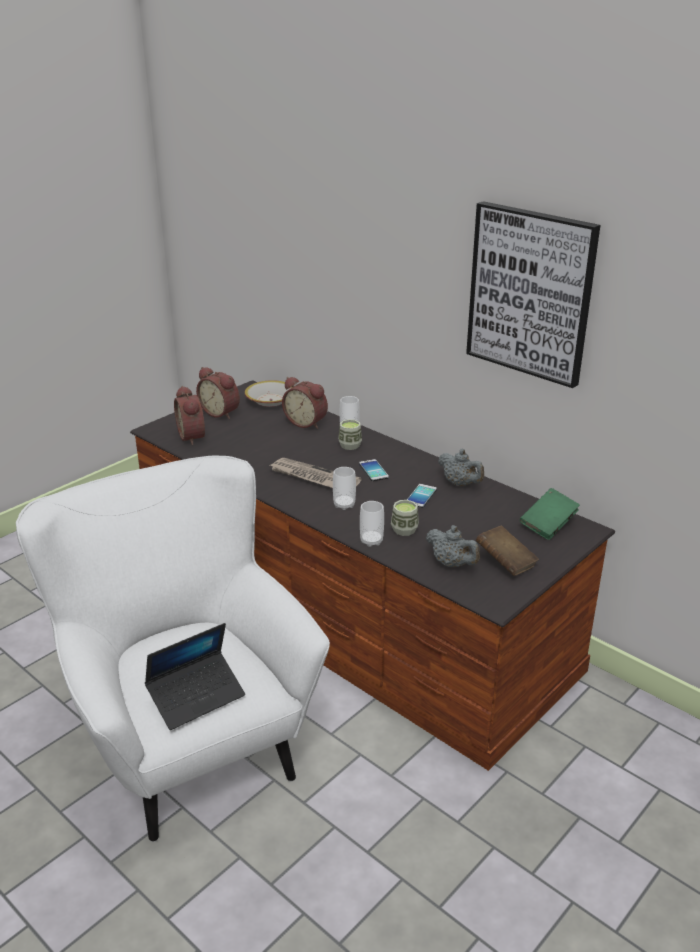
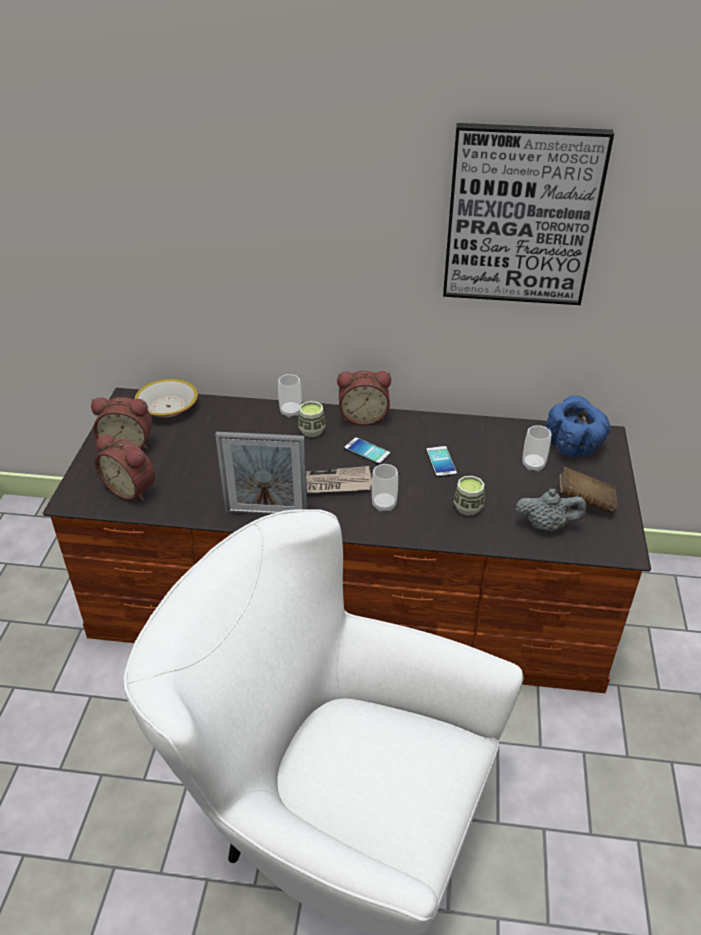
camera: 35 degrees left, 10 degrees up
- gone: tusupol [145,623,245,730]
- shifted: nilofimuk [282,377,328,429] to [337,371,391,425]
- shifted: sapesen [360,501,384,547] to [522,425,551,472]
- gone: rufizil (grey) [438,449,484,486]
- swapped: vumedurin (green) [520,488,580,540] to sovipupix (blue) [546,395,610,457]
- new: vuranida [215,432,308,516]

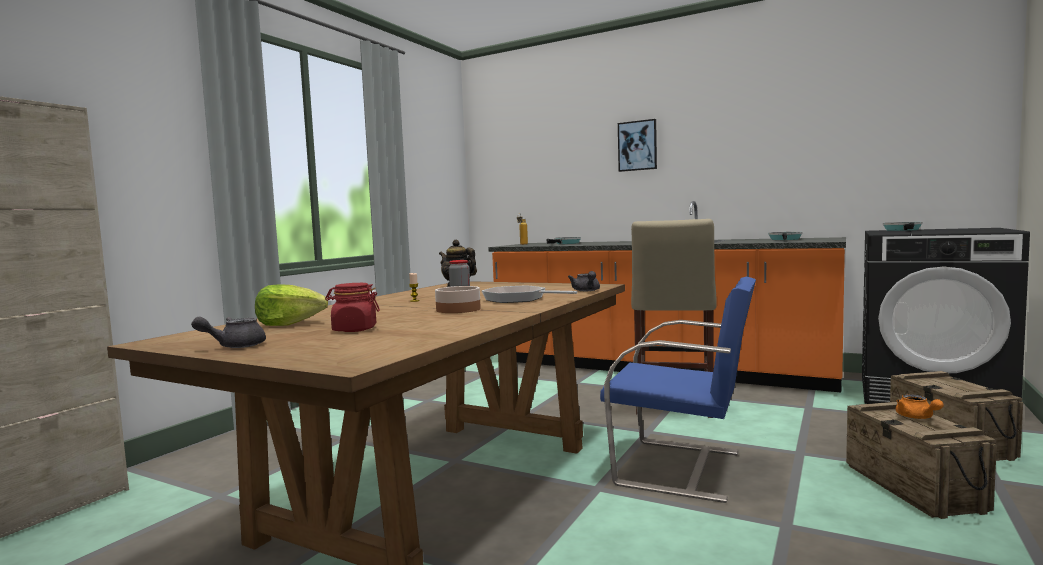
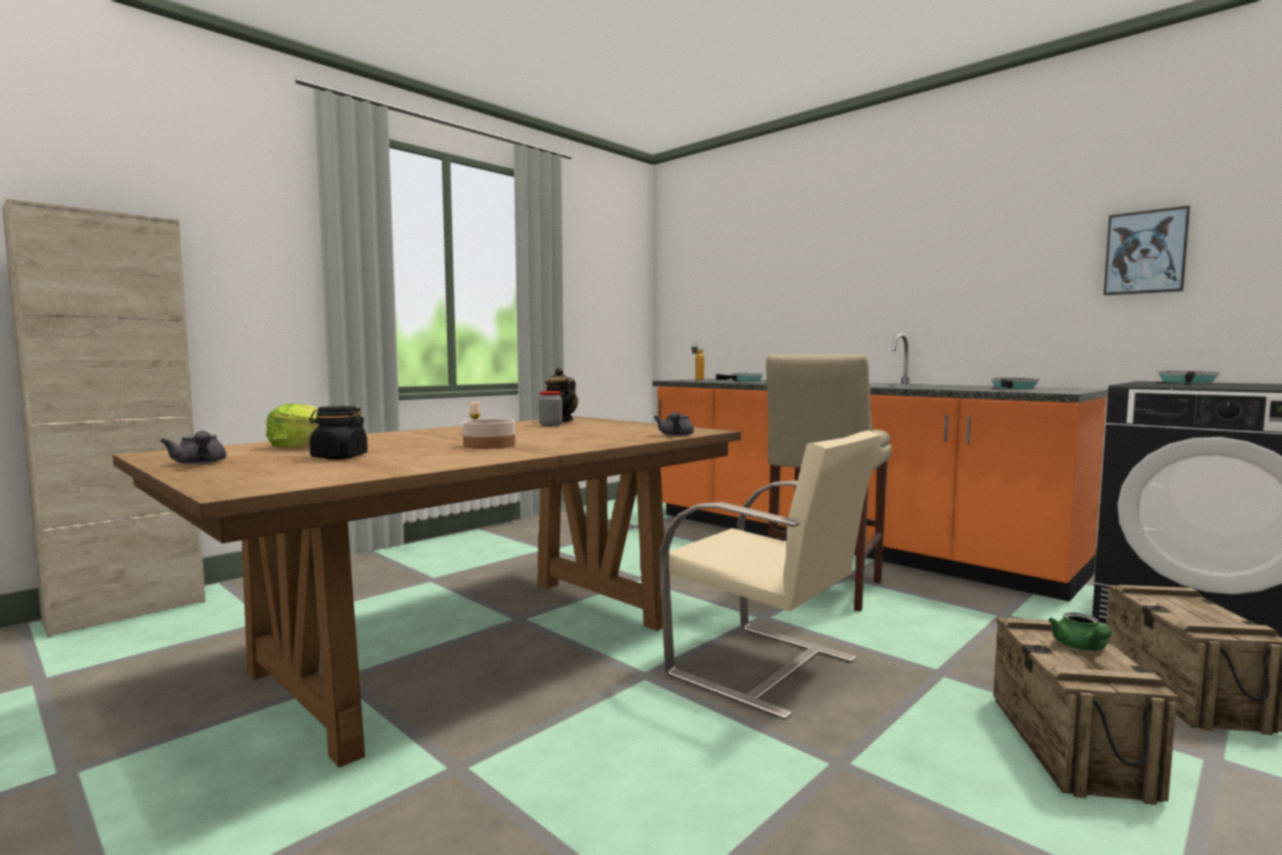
camera: 15 degrees right, 0 degrees up
- rotated: rufizil (grey) [191,317,266,348] = [160,431,226,464] 105 degrees counterclockwise
- repainted: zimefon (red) [325,283,380,332] to zimefon (black) [309,406,368,459]
- gone: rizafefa [482,285,577,303]
- repainted: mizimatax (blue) [600,277,756,503] to mizimatax (beige) [660,430,881,720]
- shifted: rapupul [618,119,657,172] to [1104,206,1190,295]
- repainted: rufizil (orange) [896,394,944,419] to rufizil (green) [1048,612,1112,650]

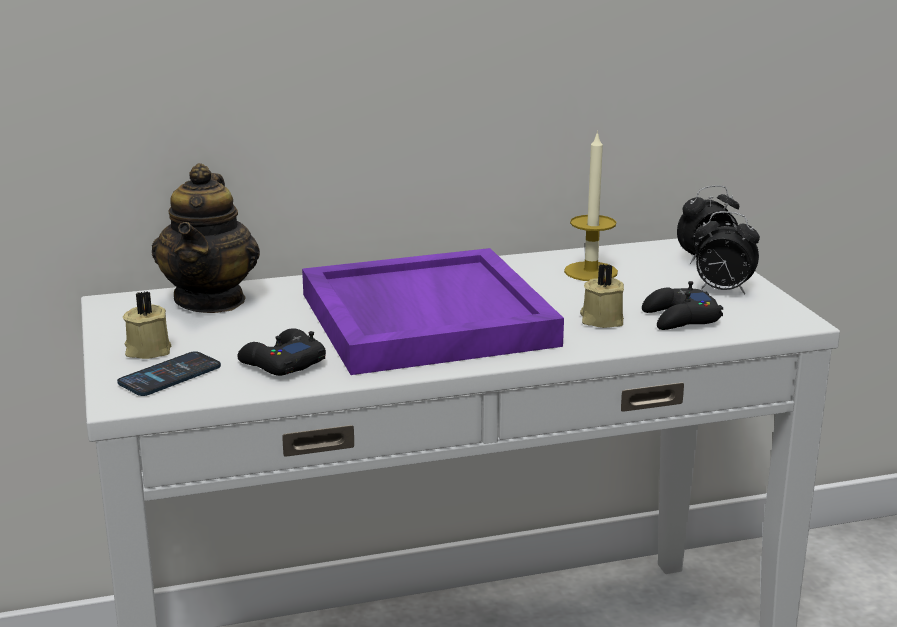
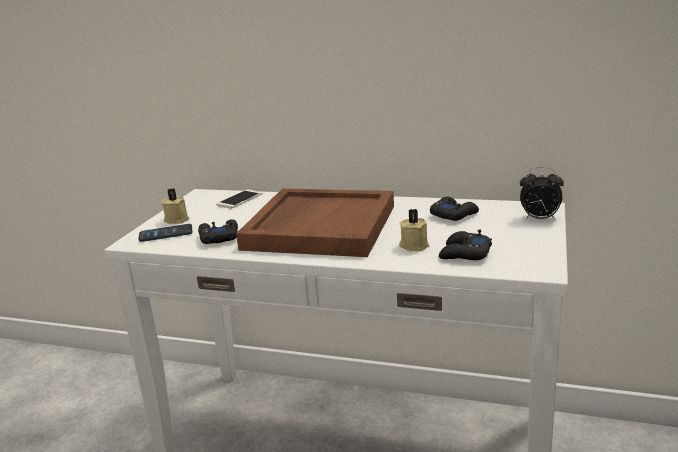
camera: 35 degrees right, 0 degrees up
- swapped: rufizil [152,163,260,313] to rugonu [216,189,263,208]
- repainted: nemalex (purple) [302,248,564,375] to nemalex (brown) [236,189,394,257]
- swapped: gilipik [564,131,618,281] to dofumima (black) [430,197,479,221]
- gone: nilofimuk [695,211,760,294]

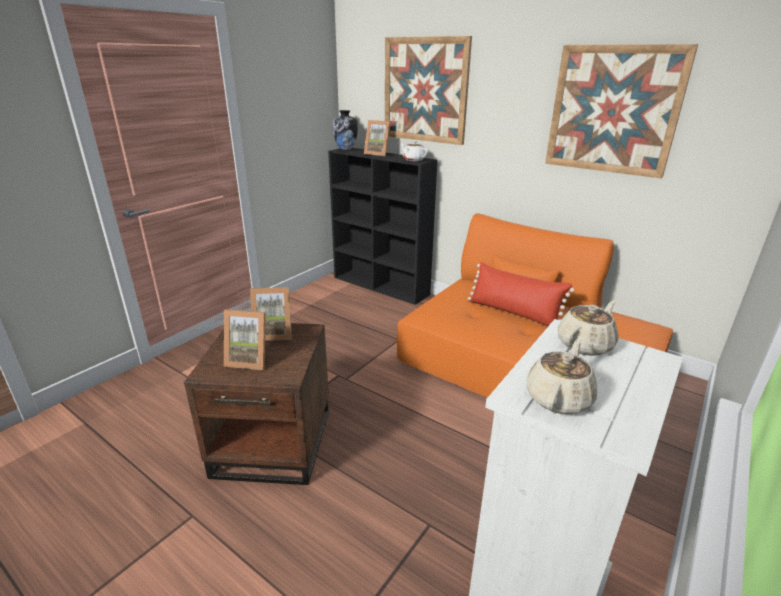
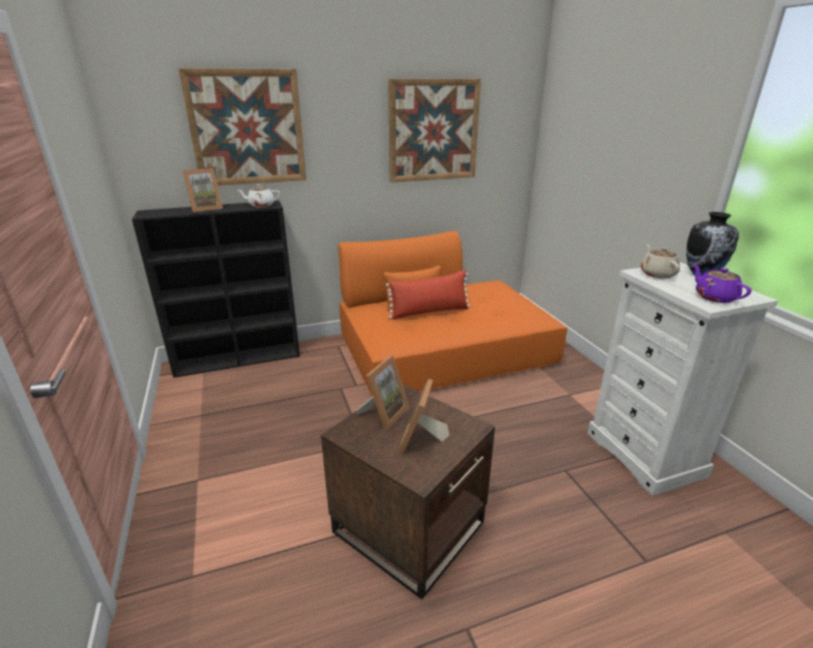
camera: 55 degrees left, 0 degrees up
- rotated: vuranida [224,309,266,370] = [398,378,449,455] 150 degrees clockwise
- shifted: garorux [333,110,358,150] to [686,212,739,276]
- repainted: rufizil (beige) [526,339,597,414] to rufizil (purple) [693,264,752,303]

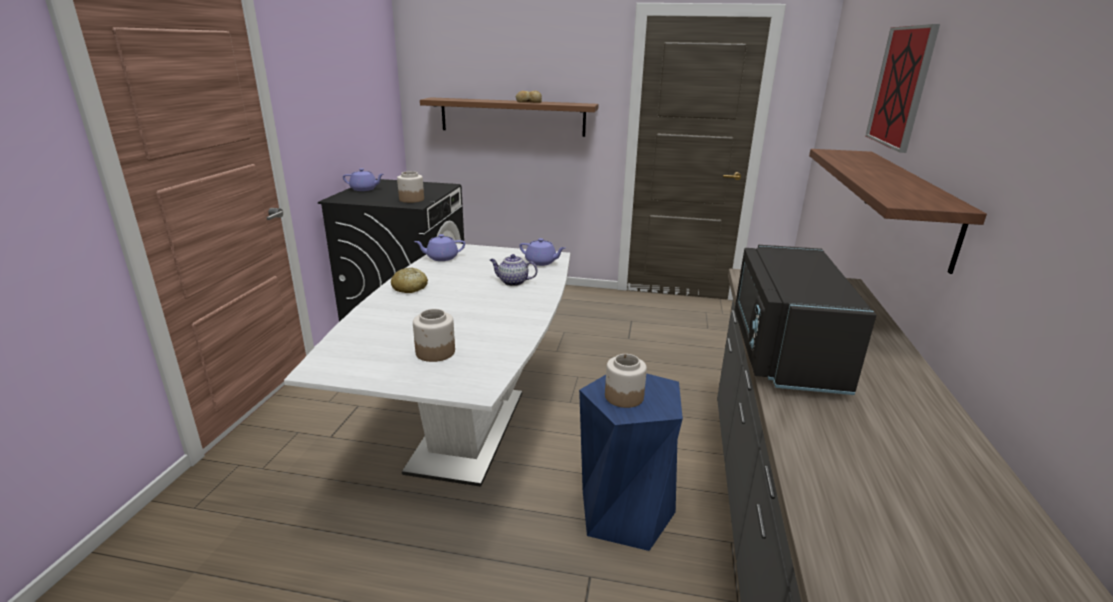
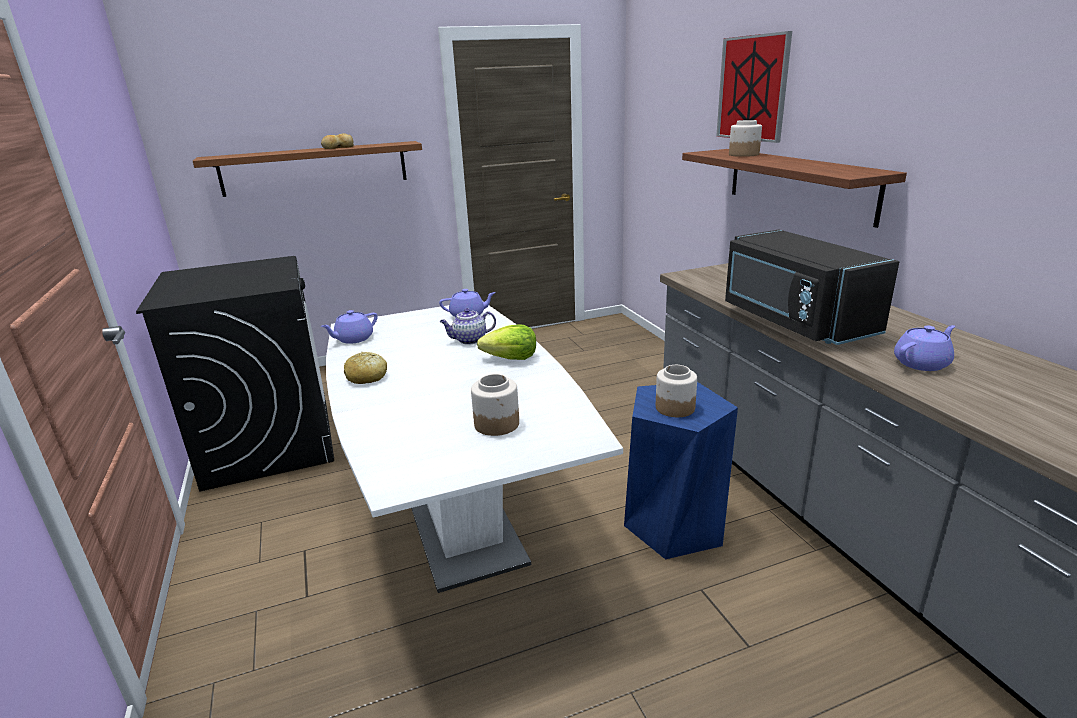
camera: 30 degrees left, 0 degrees up
- shifted: rufizil (purple) [343,168,383,191] to [894,325,955,371]
- shifted: zimefon [397,171,424,203] to [729,120,762,157]
- new: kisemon [477,324,536,360]

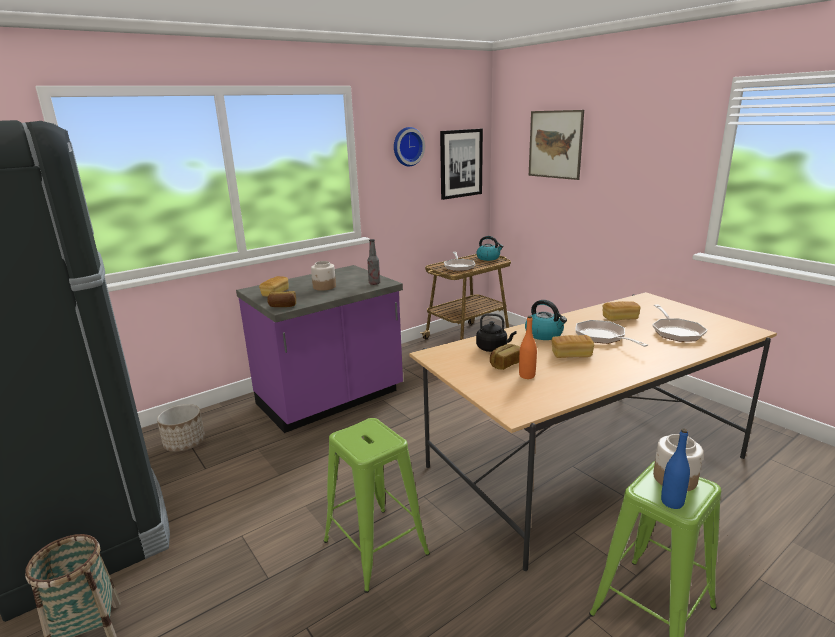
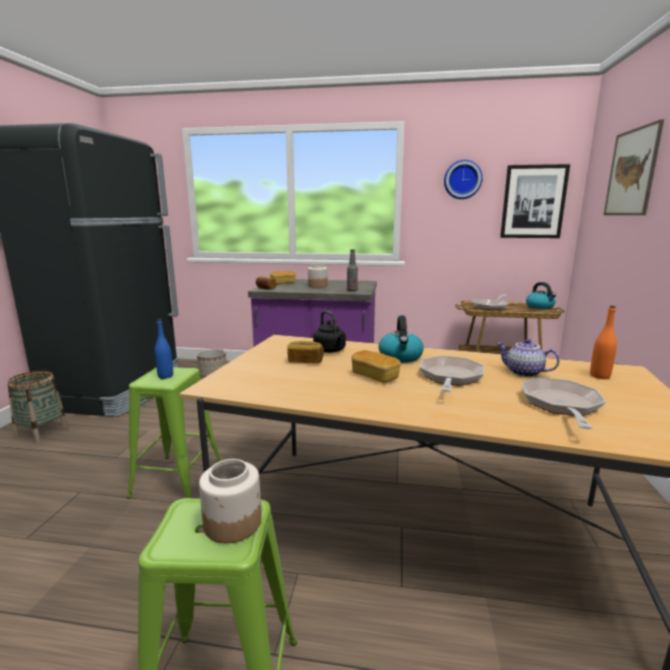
camera: 45 degrees right, 5 degrees down
- shifted: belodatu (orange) [519,316,537,379] to [590,306,617,379]
- swapped: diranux [603,301,640,321] to rufizil [496,339,560,377]
- rotated: rizafefa [652,304,708,342] = [522,378,606,429] 150 degrees clockwise
- shifted: belodatu (blue) [661,428,690,509] to [155,319,173,379]

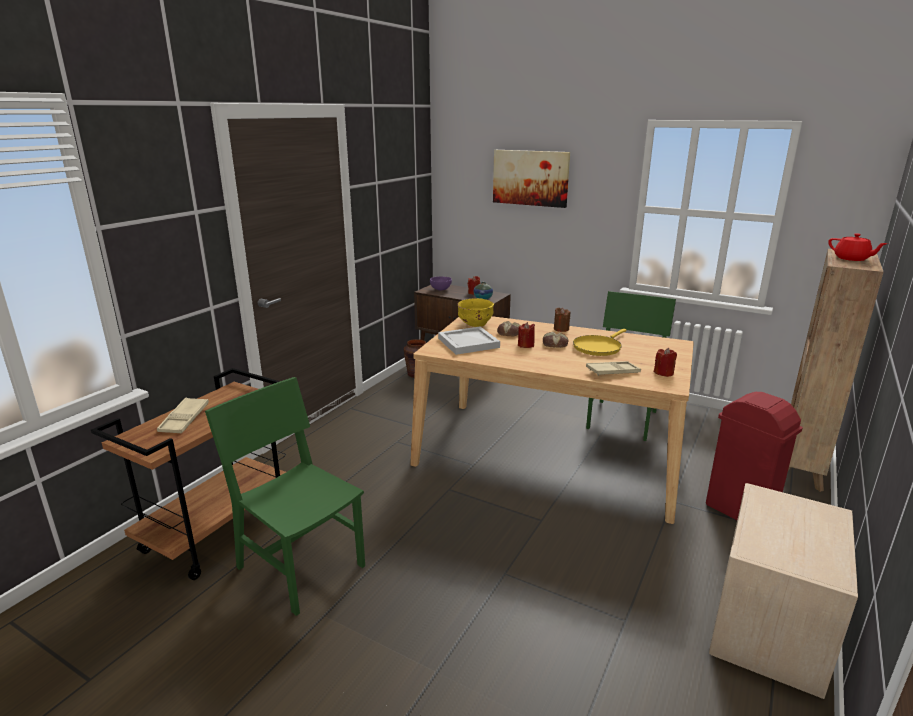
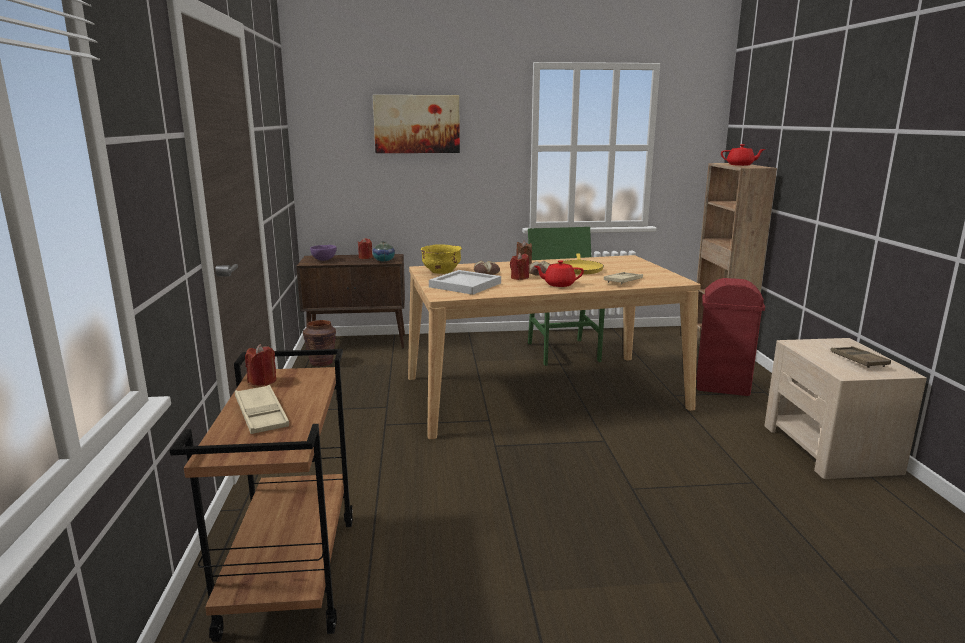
camera: 35 degrees left, 5 degrees down
- gone: mizimatax (green) [205,377,365,616]
- shifted: gilipik (red) [654,348,677,377] to [245,344,276,386]
- new: rufizil (red) [534,260,584,287]
- new: nemalex (brown) [831,346,891,368]

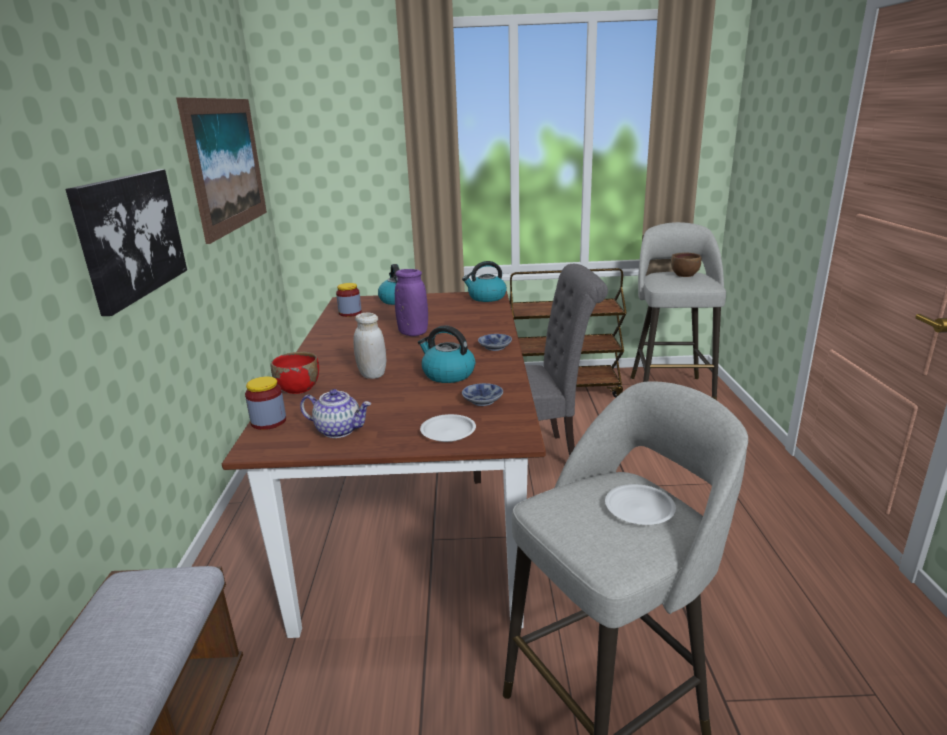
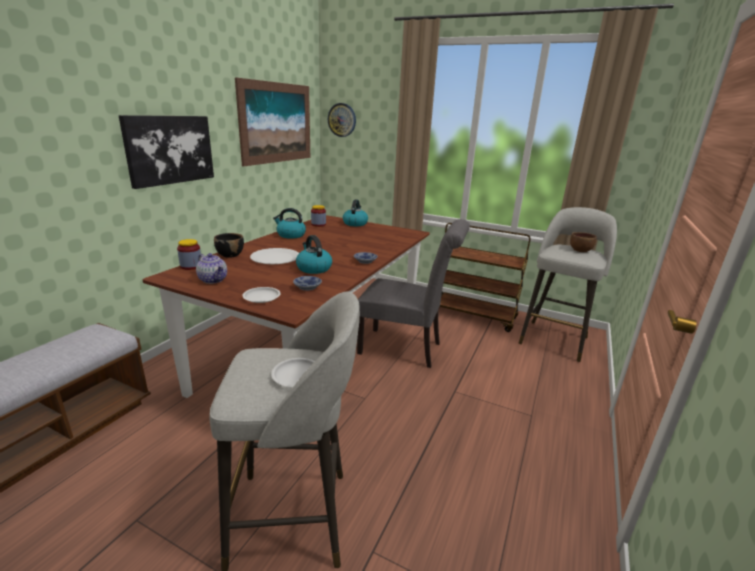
camera: 25 degrees right, 0 degrees up
- repainted: sovipupix (red) [271,352,319,394] to sovipupix (black) [214,233,244,258]
- swapped: zimefon (white) [353,313,387,379] to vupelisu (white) [250,248,299,264]
- gone: garorux (purple) [395,269,428,336]
- shifted: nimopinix [462,261,507,302] to [273,208,306,239]
- new: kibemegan [328,103,356,137]

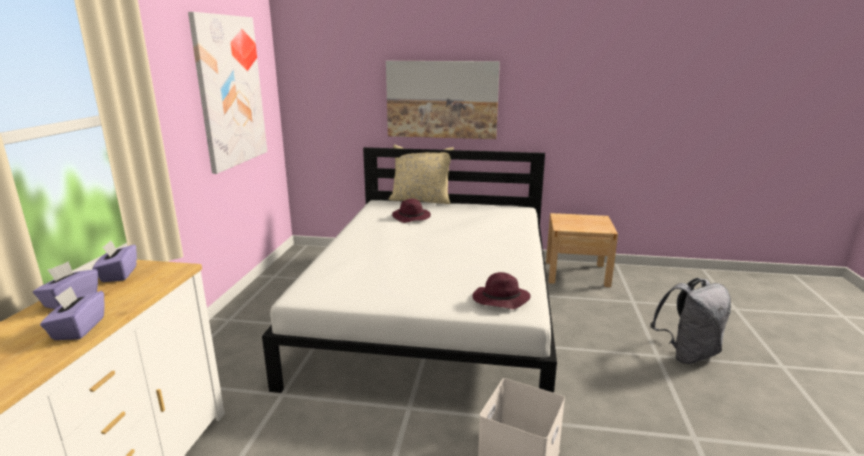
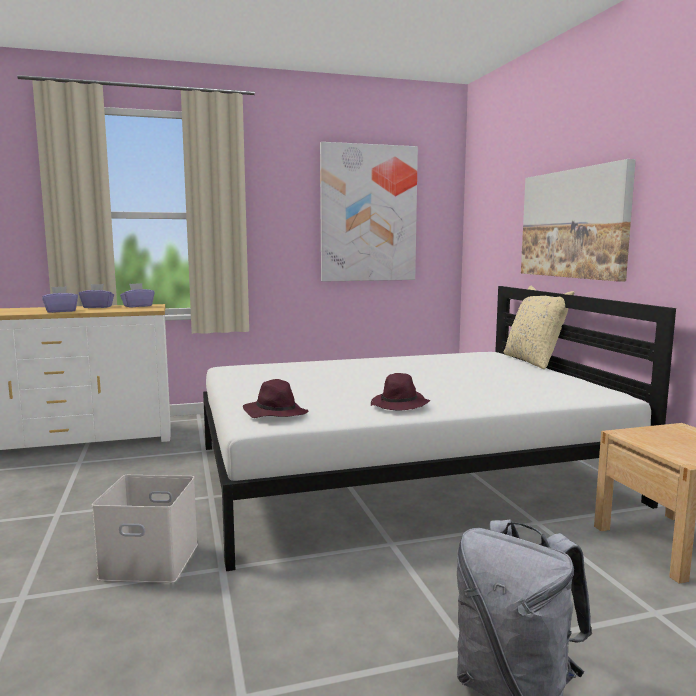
camera: 65 degrees right, 10 degrees down
- shifted: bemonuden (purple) [392,199,431,223] to [371,373,430,410]

